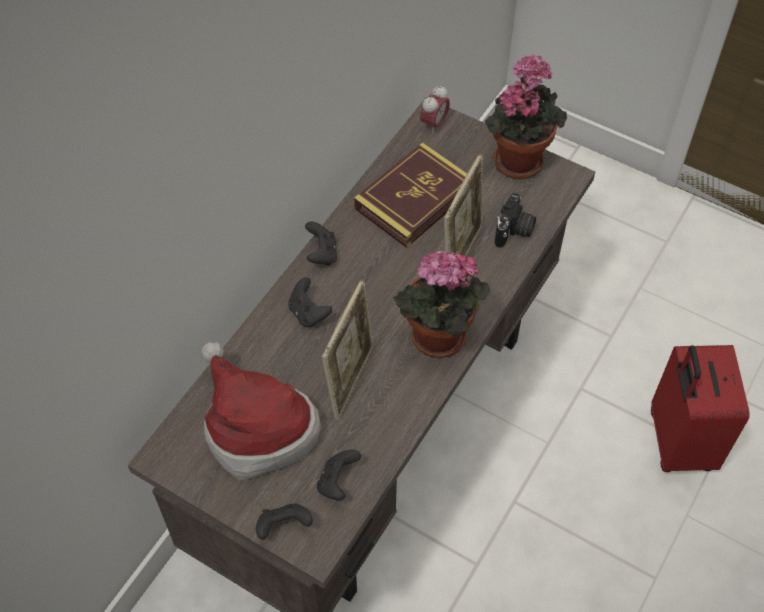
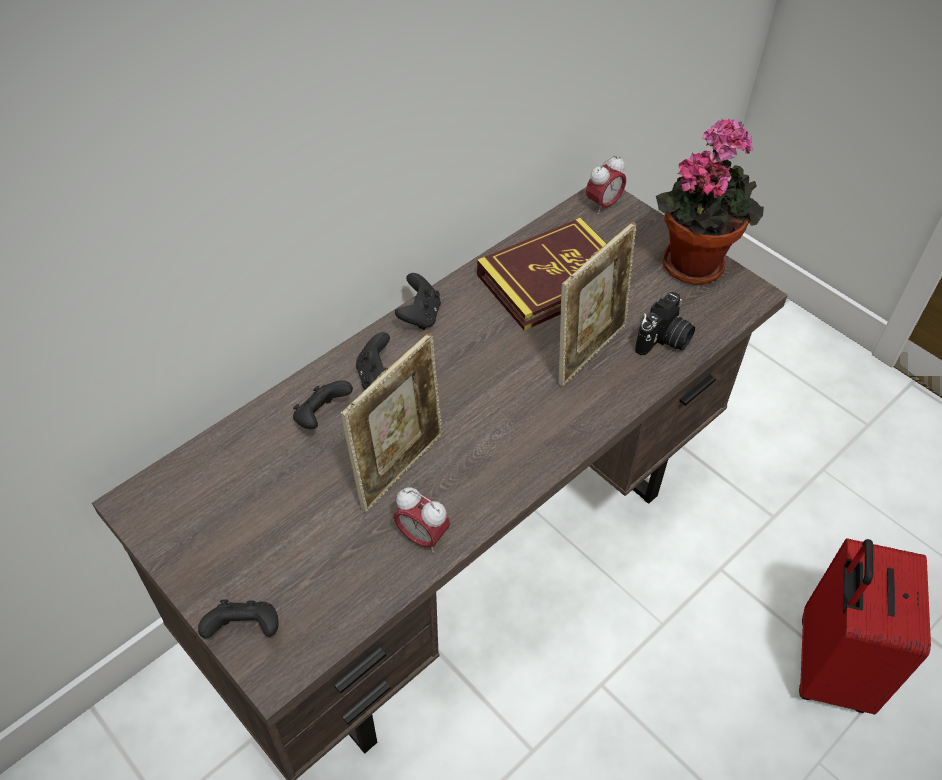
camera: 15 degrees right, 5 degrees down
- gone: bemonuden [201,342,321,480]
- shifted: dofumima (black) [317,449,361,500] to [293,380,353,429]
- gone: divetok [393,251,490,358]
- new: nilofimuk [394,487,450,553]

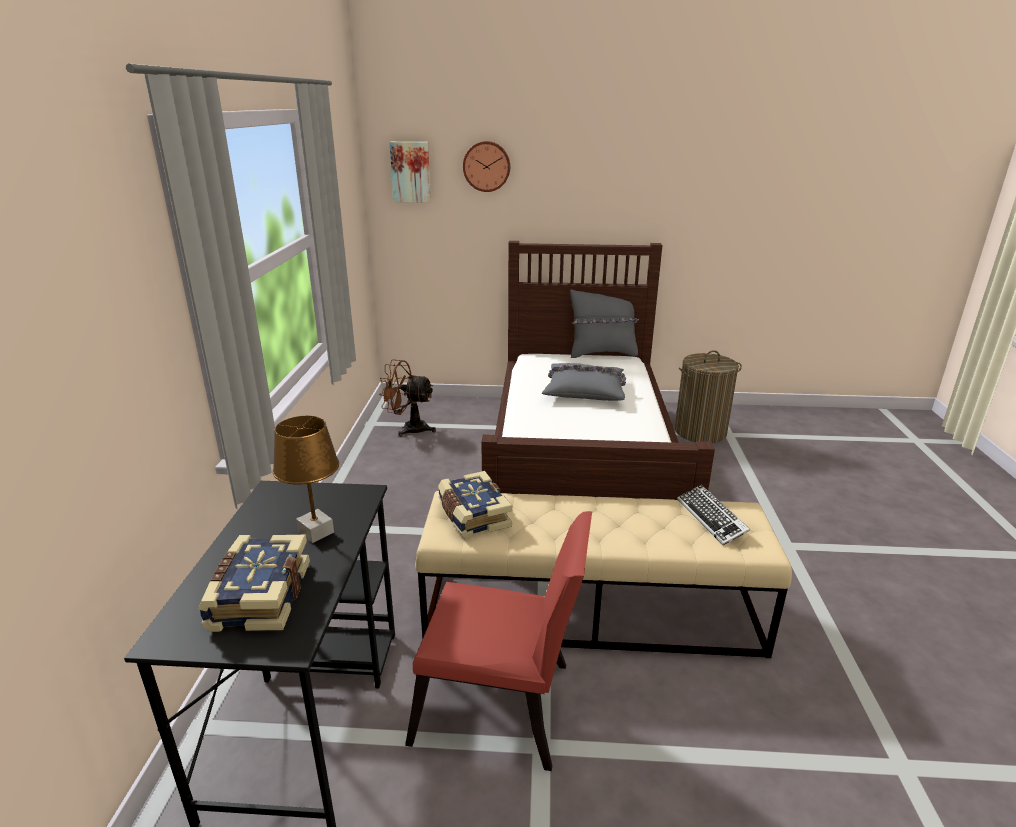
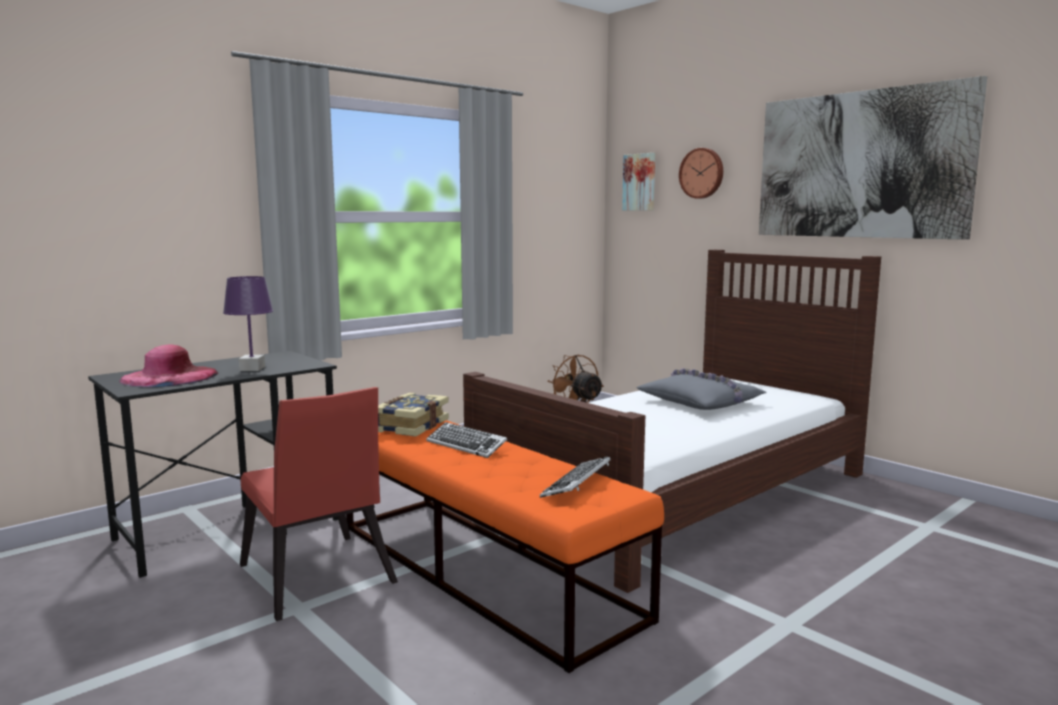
camera: 45 degrees right, 15 degrees down
- swapped: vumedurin [198,534,310,632] to bemonuden (pink) [120,345,218,387]
- repainted: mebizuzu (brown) [273,416,339,543] to mebizuzu (purple) [223,276,273,371]
- repainted: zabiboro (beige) [415,491,792,658] to zabiboro (orange) [346,421,664,673]
- gone: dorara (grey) [570,289,639,358]
- gone: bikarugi [675,350,742,443]
- new: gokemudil [426,422,507,458]
- new: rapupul [759,76,987,240]

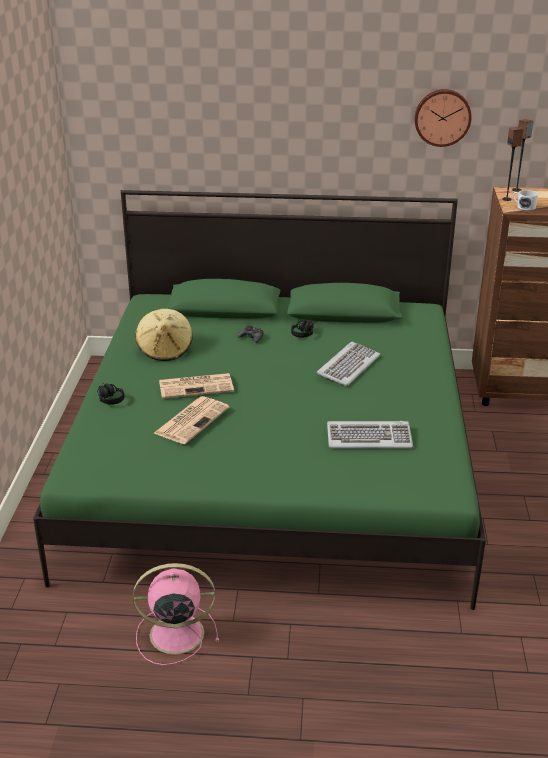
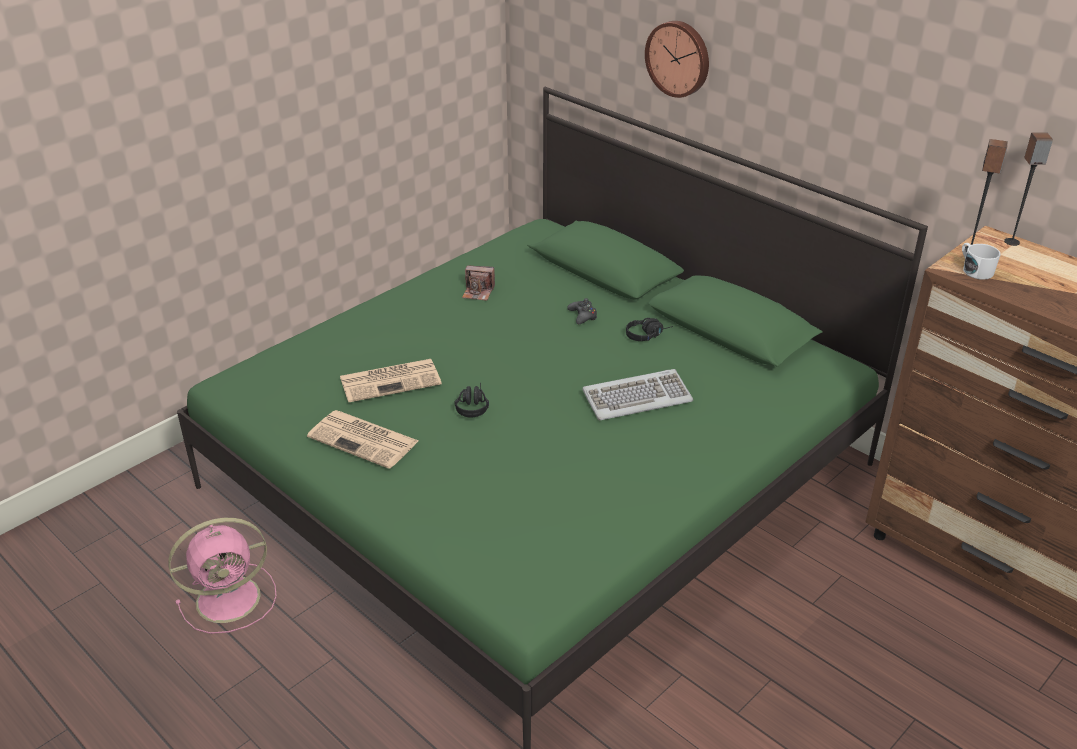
camera: 40 degrees right, 5 degrees up
- shifted: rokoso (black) [98,383,124,405] to [455,383,489,417]
- rotated: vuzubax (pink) [133,563,219,665] = [168,518,277,634] 120 degrees clockwise
- swapped: bemonuden (beige) [135,308,193,361] to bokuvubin [462,266,495,301]
- shifted: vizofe [159,373,234,399] to [307,410,419,469]
- gone: gokemudil [327,421,413,449]
- shifted: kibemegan [415,89,472,147] to [645,21,709,98]

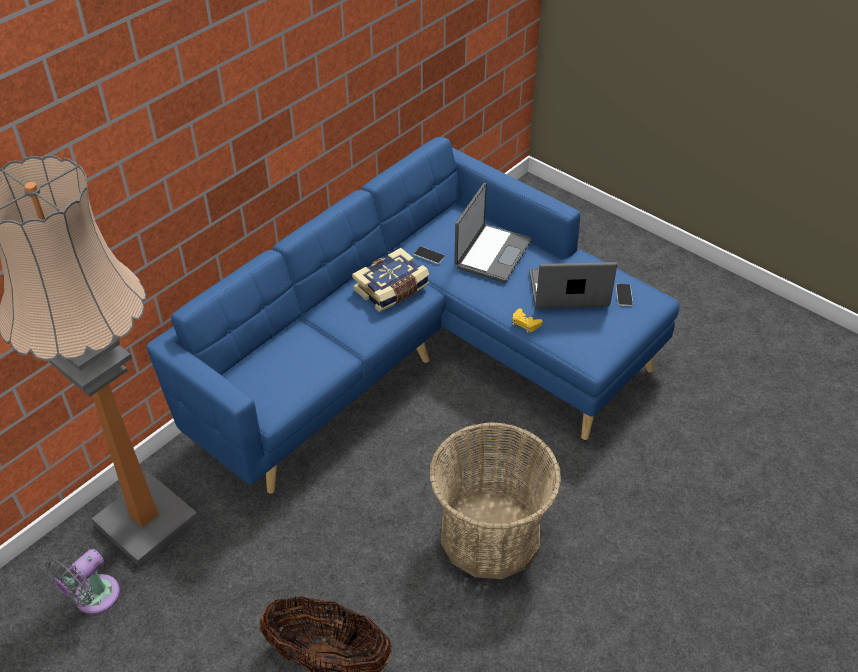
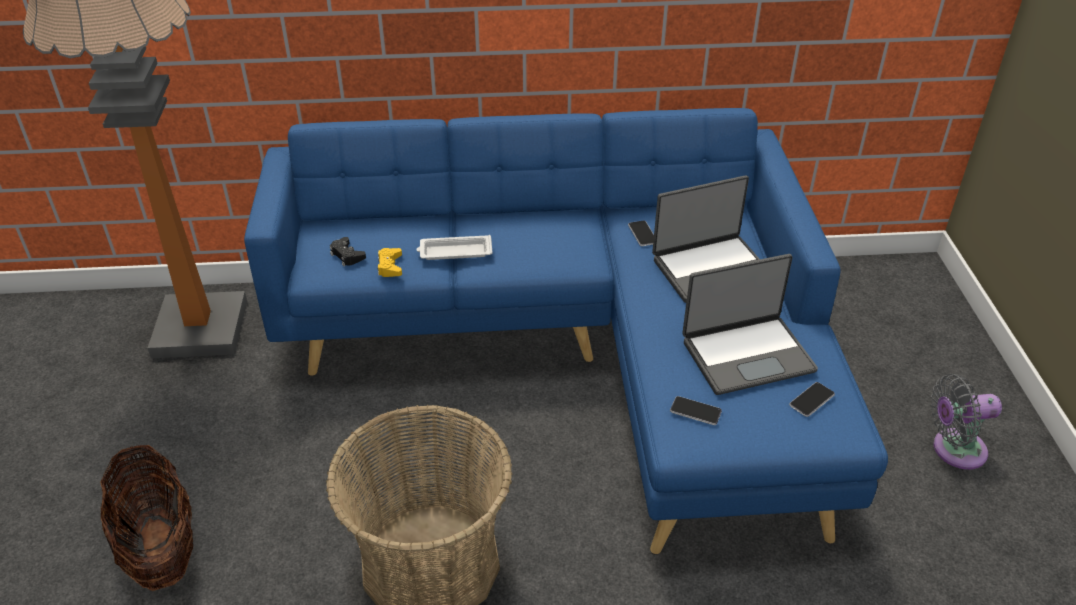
camera: 45 degrees right, 5 degrees down
- shifted: vuzubax (grey) [44,549,120,615] to [931,374,1002,469]
- gone: vumedurin [352,248,429,312]
- shifted: dofumima (yellow) [512,308,542,333] to [378,248,402,277]
- rotated: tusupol [529,262,617,309] = [682,254,818,395] 120 degrees clockwise
- new: dofumima (black) [330,237,366,266]
- new: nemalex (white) [416,235,493,260]
- new: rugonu [670,396,722,425]

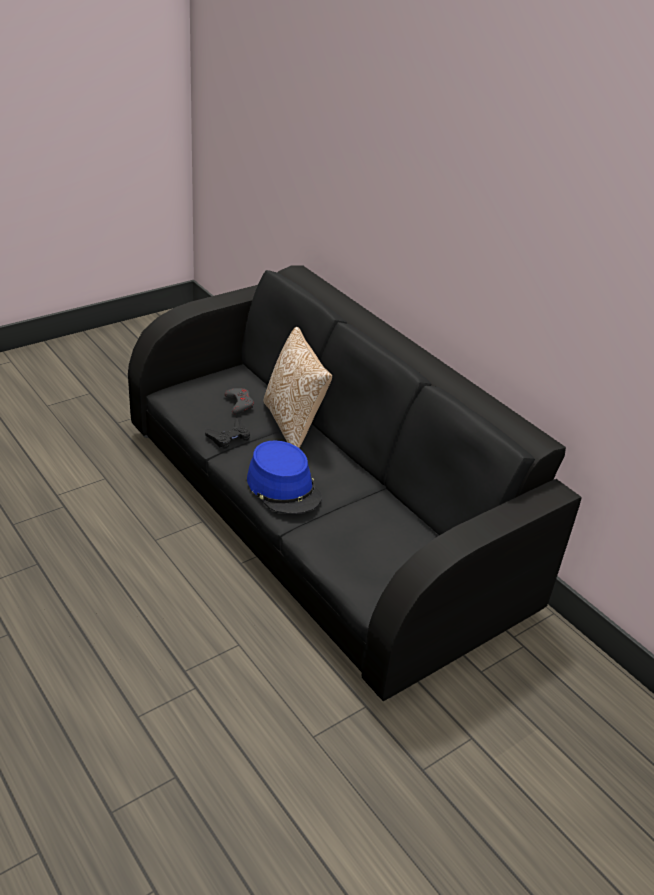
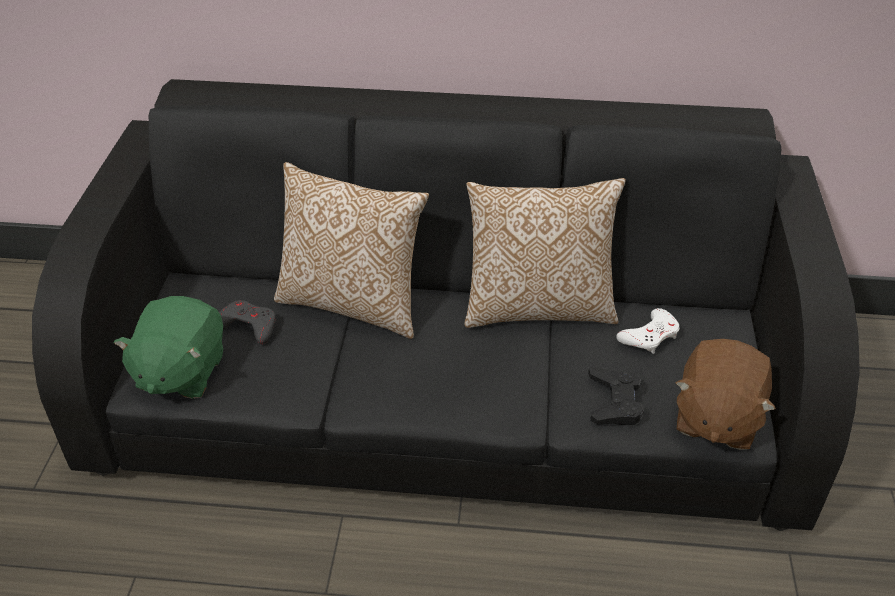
camera: 45 degrees left, 5 degrees up
- shifted: dofumima (black) [205,418,250,449] to [588,367,644,425]
- gone: bemonuden (blue) [247,440,322,514]
- new: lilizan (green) [113,296,223,399]
- new: dorara [464,178,626,328]
- new: dofumima (white) [616,308,680,354]
- new: lilizan (brown) [676,339,776,450]

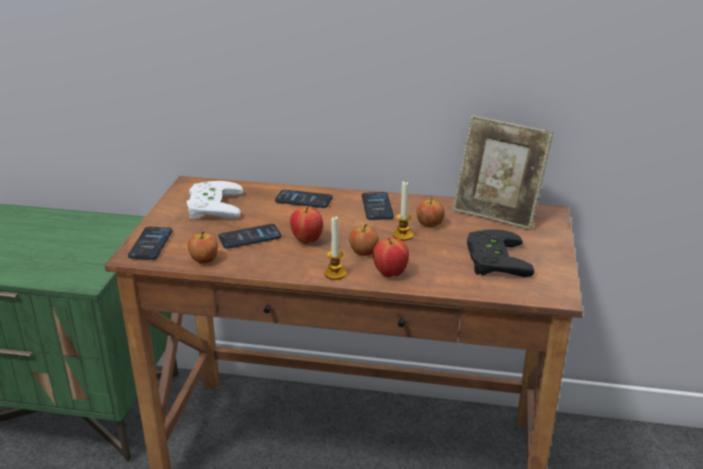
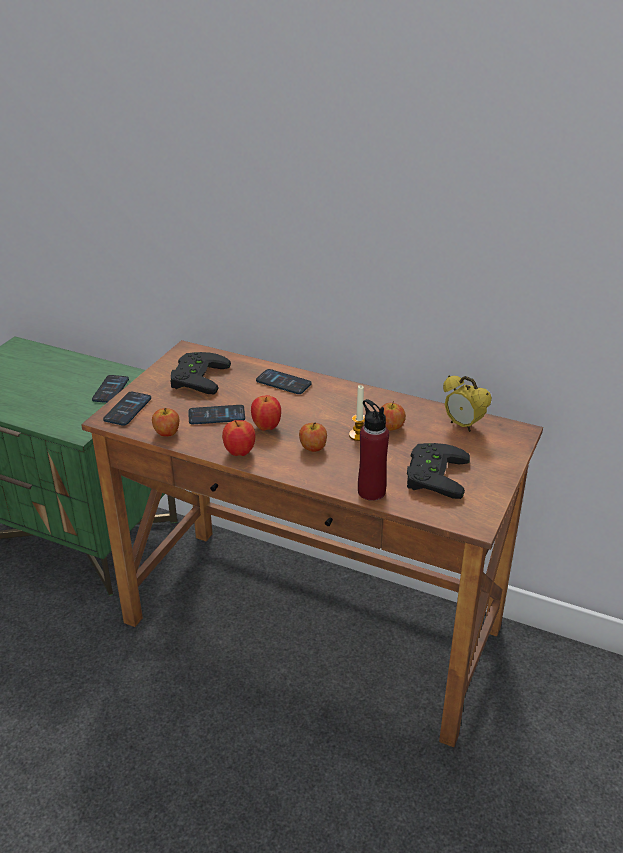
camera: 15 degrees right, 5 degrees up
- repainted: dofumima (white) [187,181,243,220] to dofumima (black) [171,352,231,394]
- gone: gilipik [324,216,346,280]
- shifted: rugonu [362,192,394,220] to [92,375,129,403]
- shifted: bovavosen [373,238,409,278] to [222,420,256,456]
- swapped: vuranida [452,115,553,230] to nilofimuk [443,375,492,432]
- new: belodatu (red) [358,399,389,501]

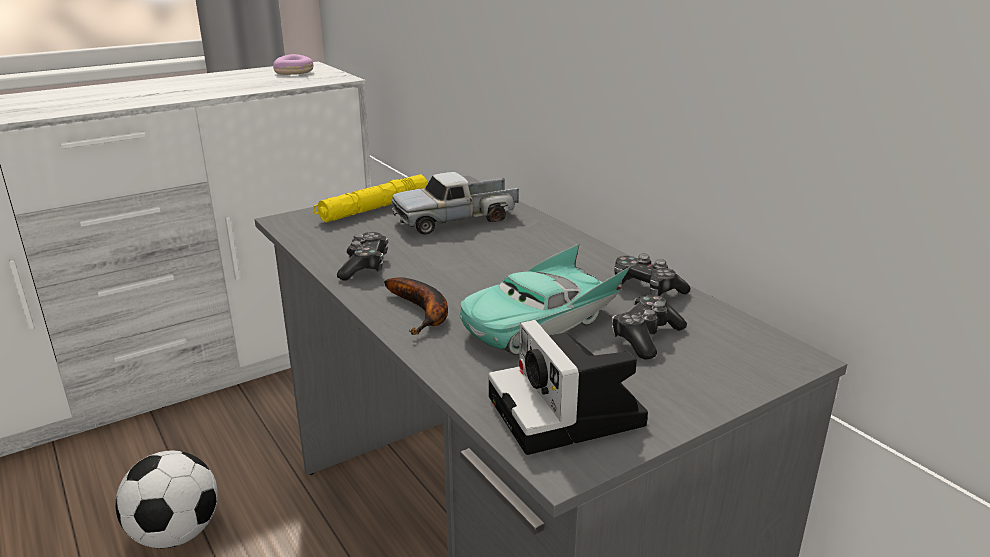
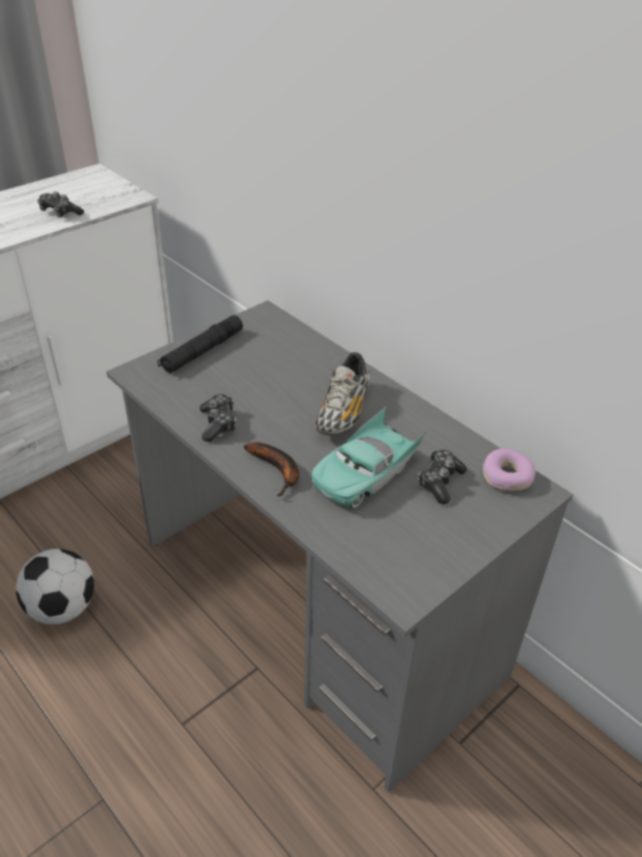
camera: 10 degrees left, 15 degrees up
- shifted: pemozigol [273,54,314,75] to [482,448,535,491]
- repainted: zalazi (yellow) [313,174,428,223] to zalazi (black) [157,315,243,373]
- gone: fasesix [392,172,519,235]
- gone: bokuvubin [488,320,648,455]
- shifted: dofumima [614,254,691,296] to [37,192,84,218]
- new: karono [315,352,370,435]

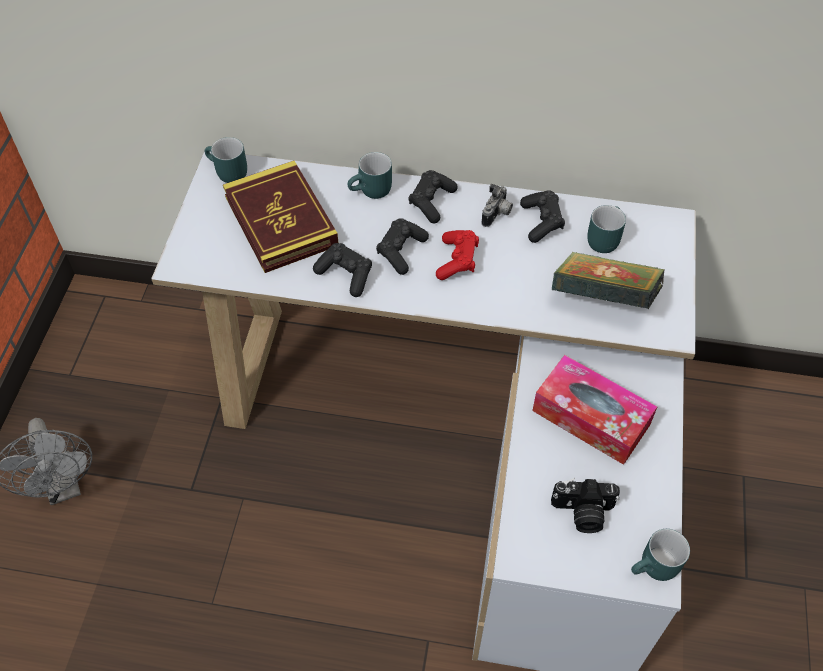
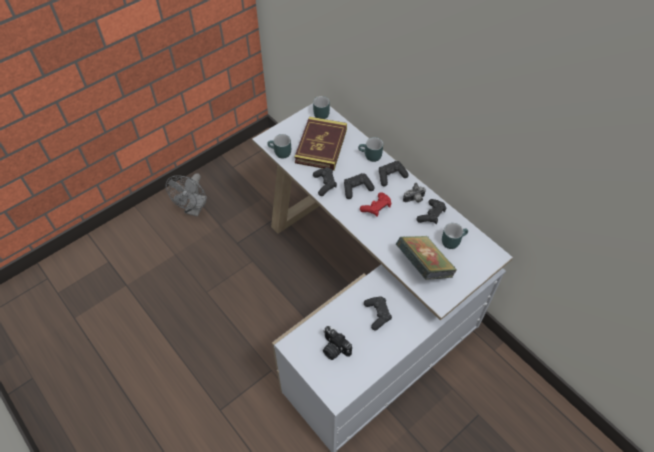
camera: 40 degrees right, 0 degrees up
- swapped: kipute [532,355,657,465] to dofumima (black) [364,296,392,331]
- shifted: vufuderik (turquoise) [631,529,690,581] to [267,134,291,159]

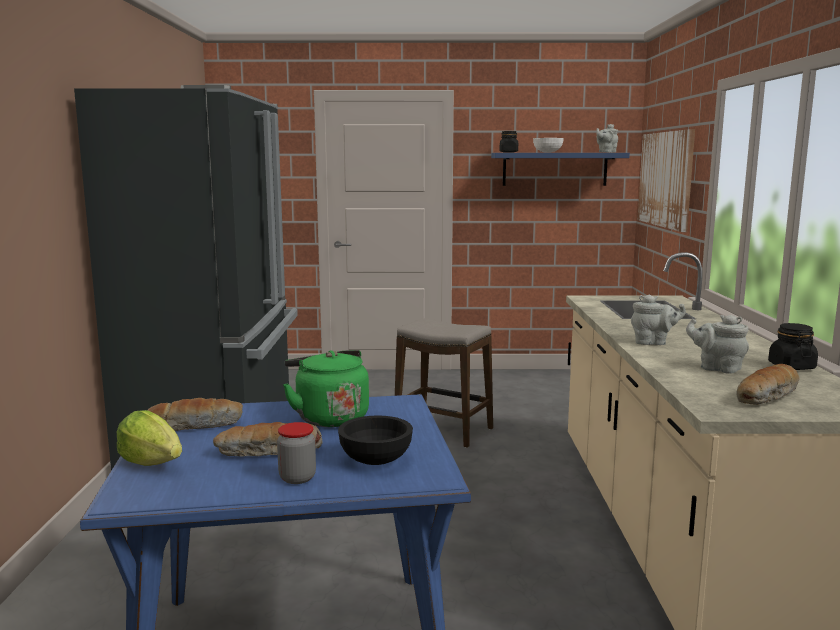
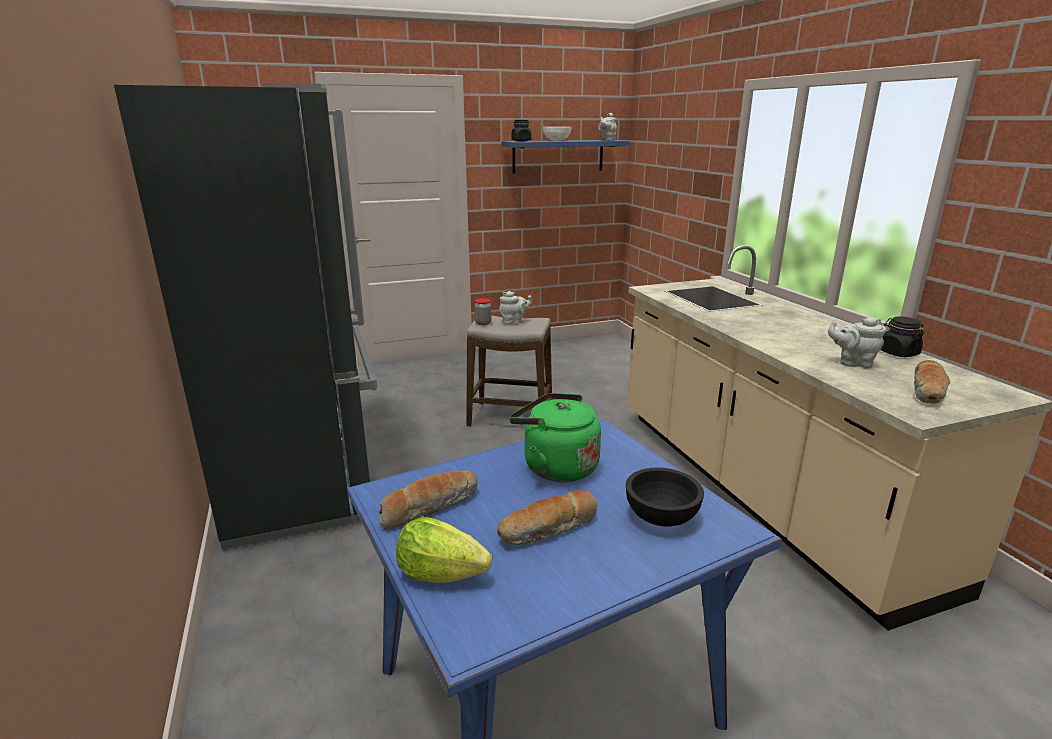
camera: 20 degrees left, 10 degrees up
- shifted: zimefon [277,422,316,484] to [474,298,492,325]
- shifted: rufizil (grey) [631,294,686,345] to [499,291,532,324]
- gone: rapupul [638,129,695,232]

